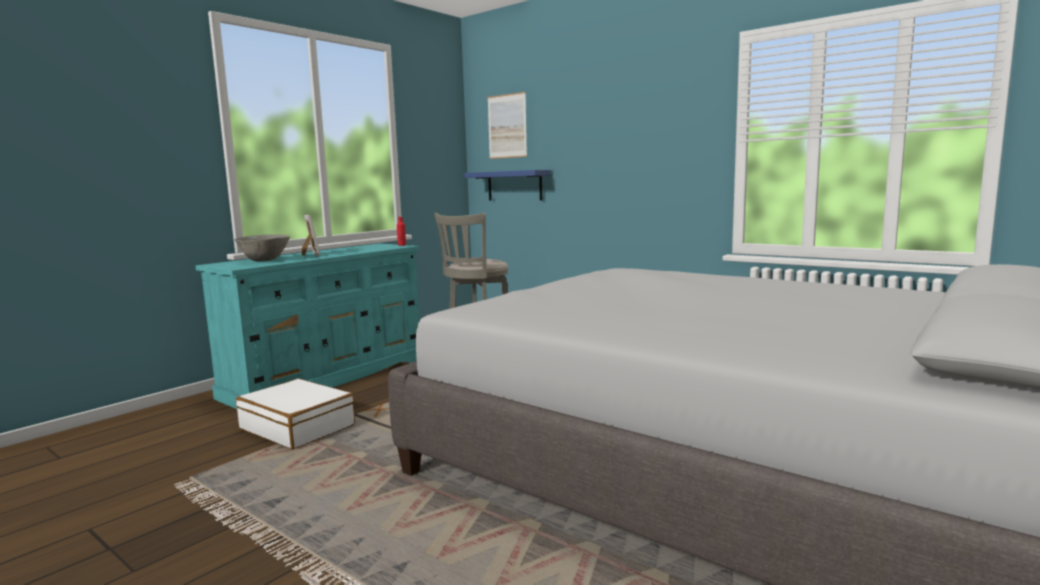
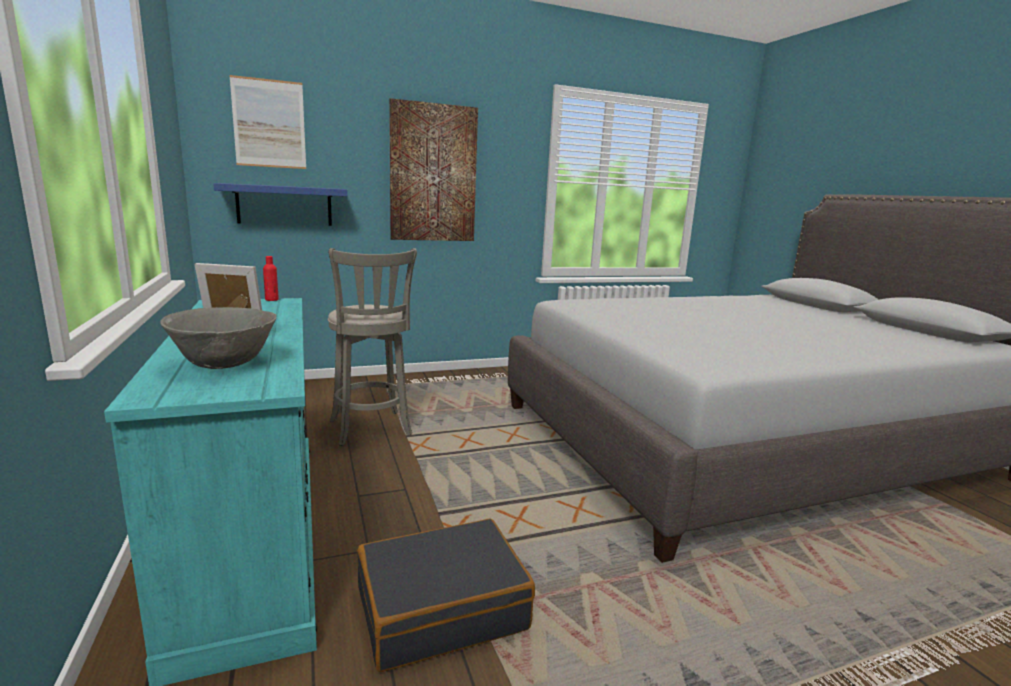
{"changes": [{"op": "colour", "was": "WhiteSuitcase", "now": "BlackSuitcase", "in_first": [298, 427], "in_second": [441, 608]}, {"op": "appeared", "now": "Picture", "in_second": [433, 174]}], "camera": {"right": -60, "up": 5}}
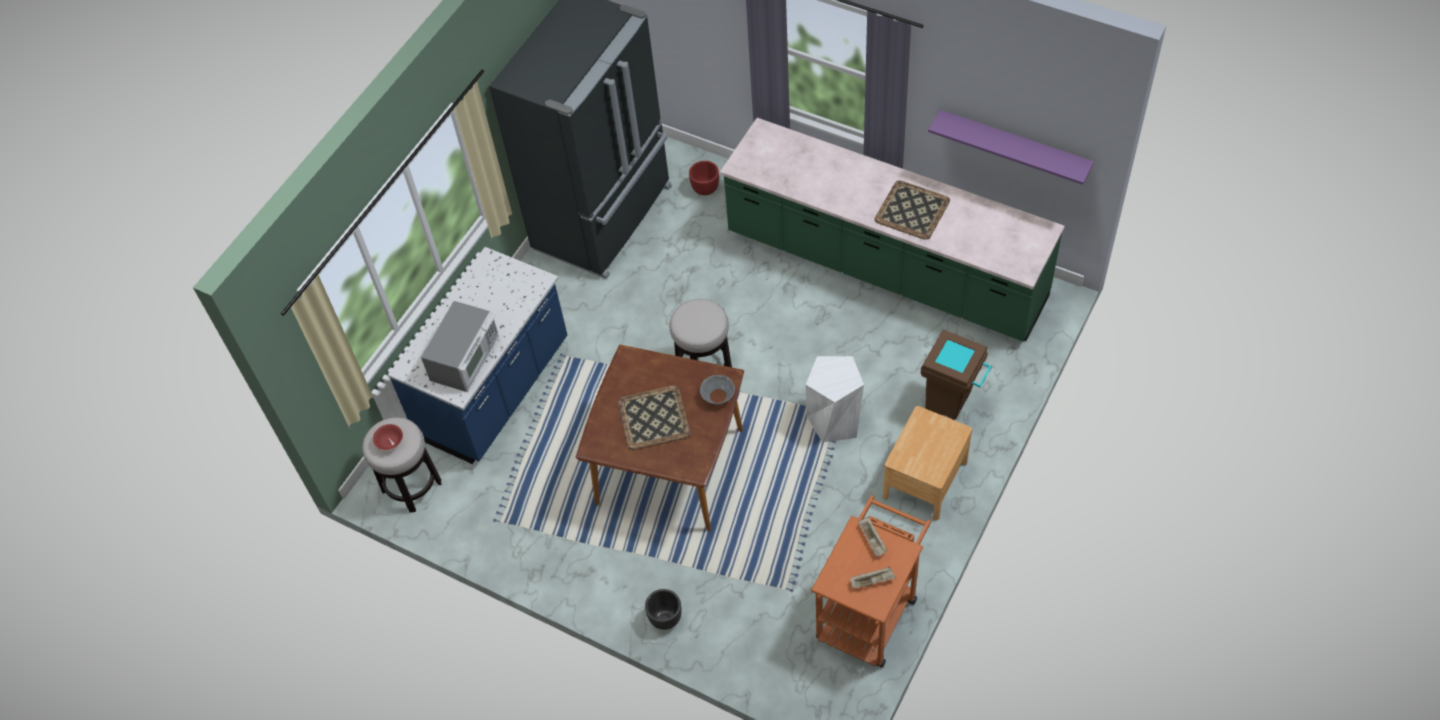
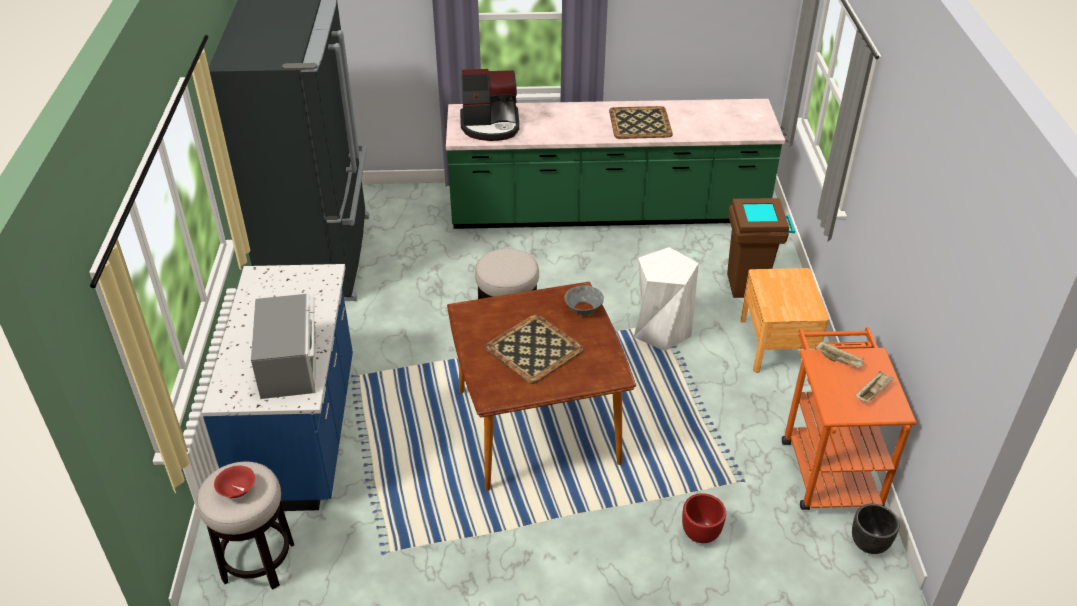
{"changes": [{"op": "missing", "was": "PurpleShelf", "in_first": [1014, 146]}, {"op": "relocated", "was": "RedPlanter", "in_first": [705, 189], "in_second": [700, 533]}, {"op": "relocated", "was": "BlackPlanter", "in_first": [665, 618], "in_second": [868, 544]}, {"op": "appeared", "now": "CoffeeMachine", "in_second": [490, 126]}], "camera": {"right": -35, "up": -15}}
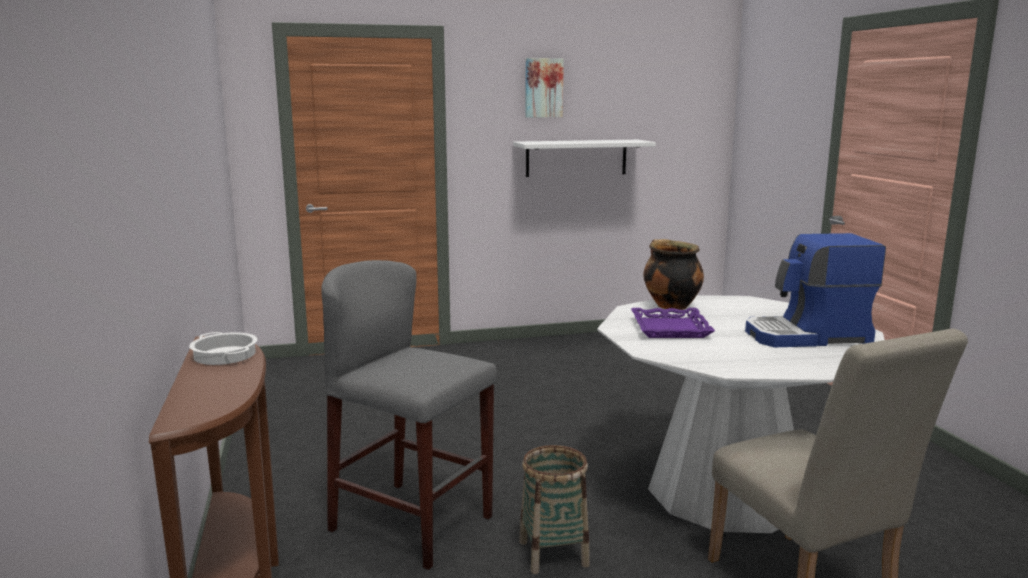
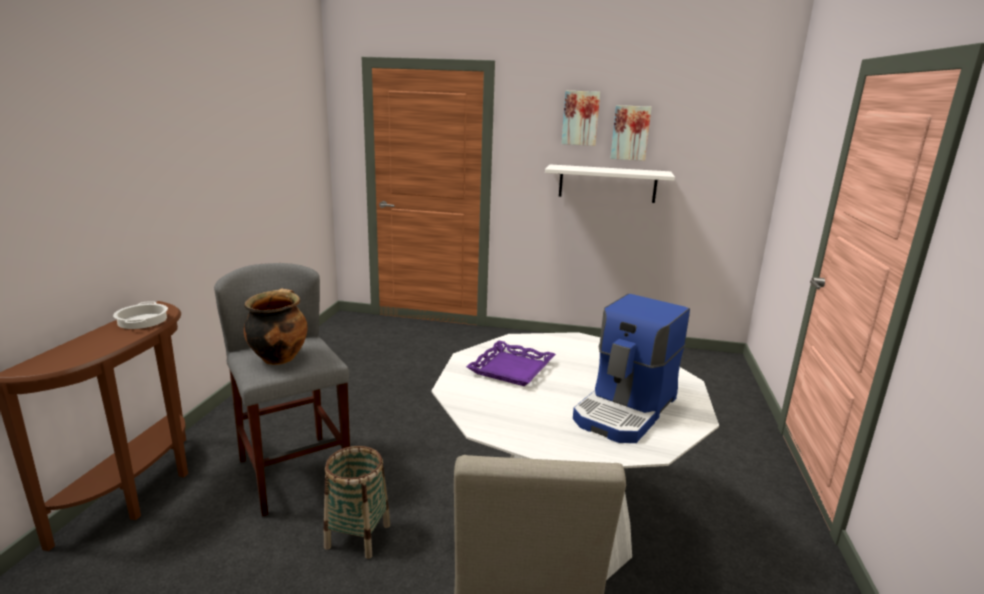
{"changes": [{"op": "spun", "was": "CoffeeMachine", "in_first": [807, 336], "in_second": [626, 410], "clockwise": -75}, {"op": "relocated", "was": "CookingPot", "in_first": [670, 306], "in_second": [279, 357]}, {"op": "appeared", "now": "Picture", "in_second": [630, 132]}], "camera": {"right": 25, "up": 5}}
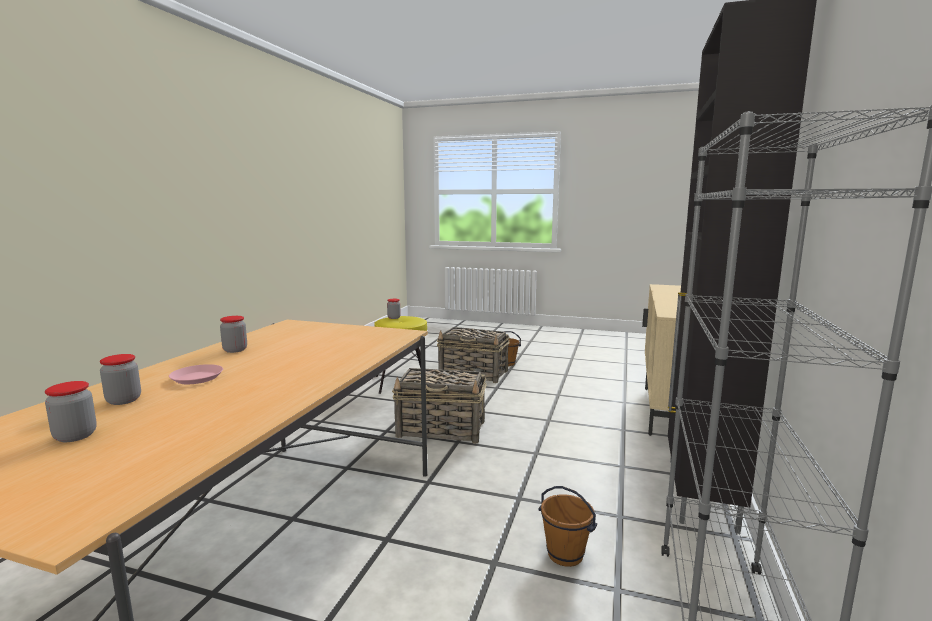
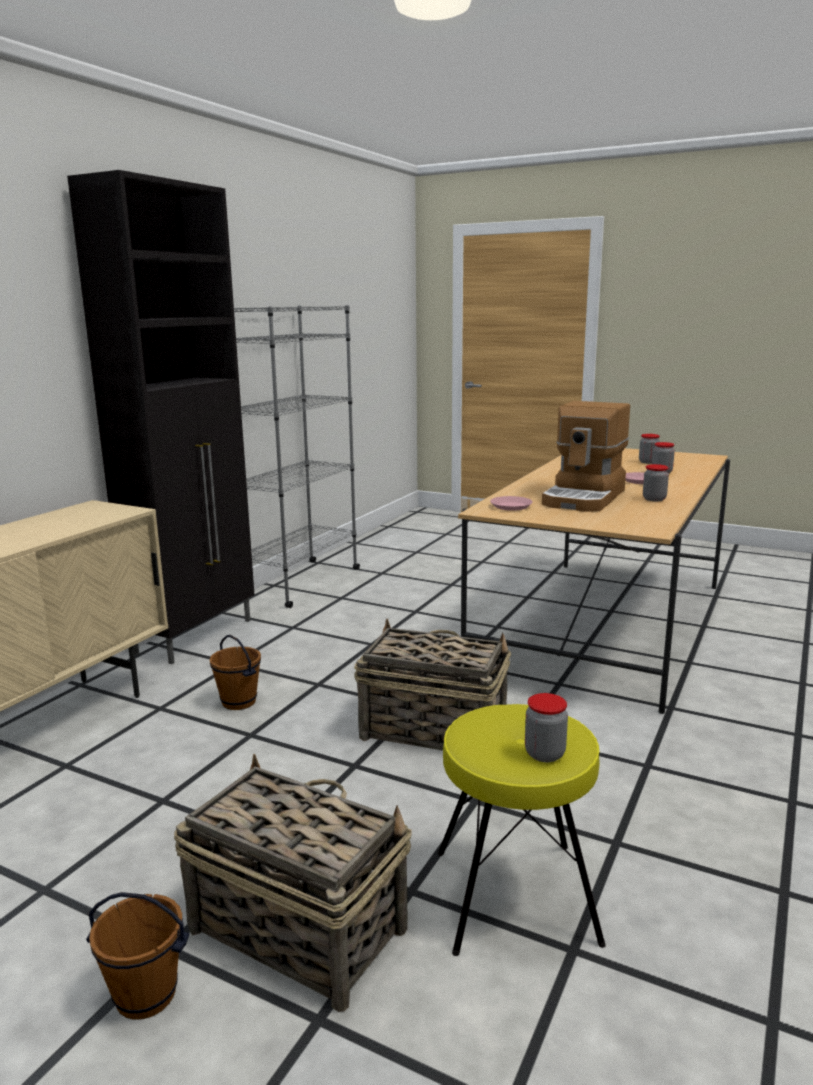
{"changes": [{"op": "relocated", "was": "BrownBucket", "in_first": [565, 554], "in_second": [238, 702]}, {"op": "appeared", "now": "CoffeeMachine", "in_second": [585, 498]}, {"op": "appeared", "now": "PinkPlate", "in_second": [510, 506]}], "camera": {"right": -170, "up": 5}}
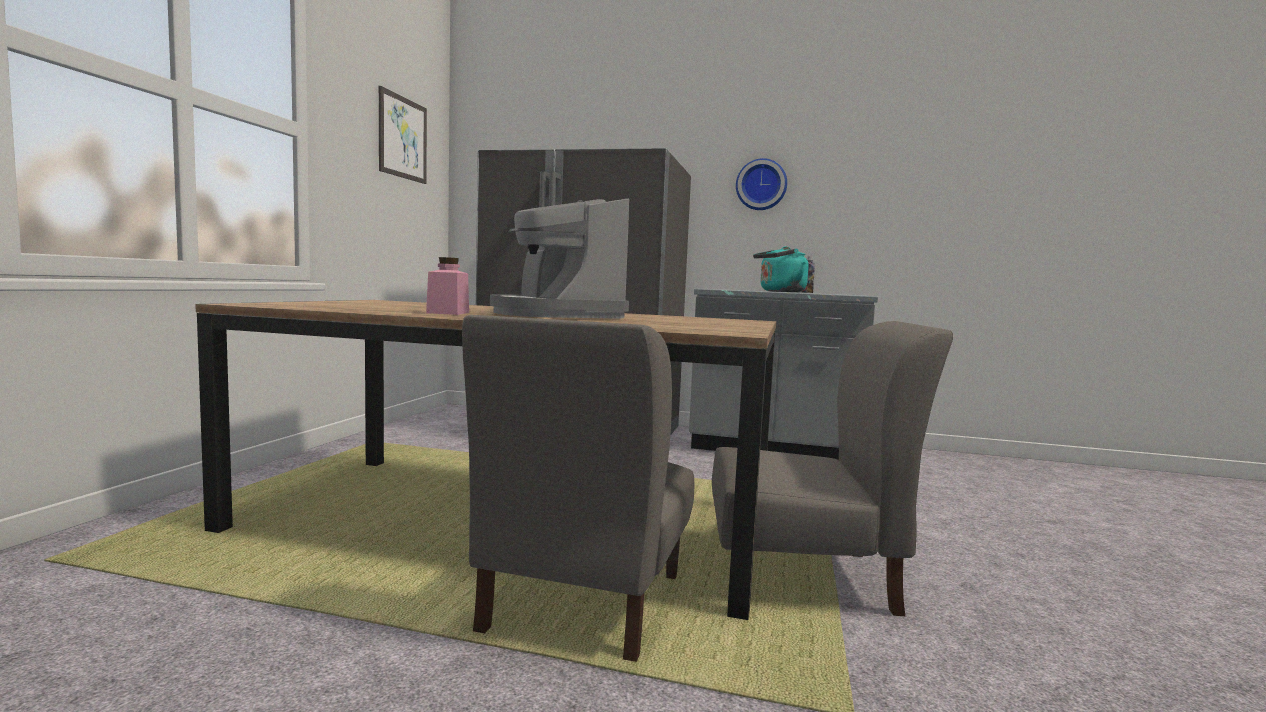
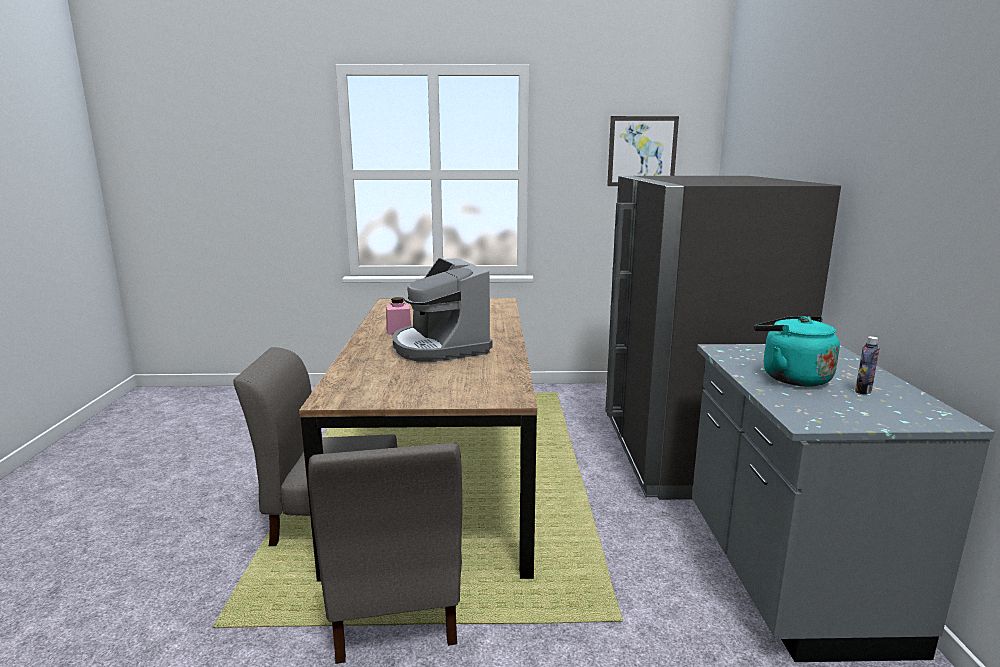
{"changes": [{"op": "missing", "was": "WallClock", "in_first": [761, 185]}, {"op": "spun", "was": "CoffeeMachine", "in_first": [555, 314], "in_second": [440, 347], "clockwise": -75}], "camera": {"right": 75, "up": 10}}
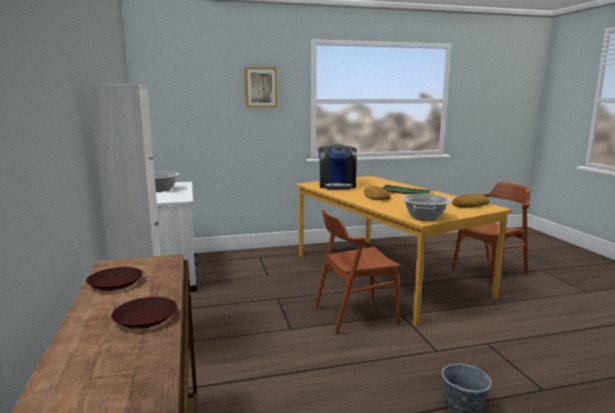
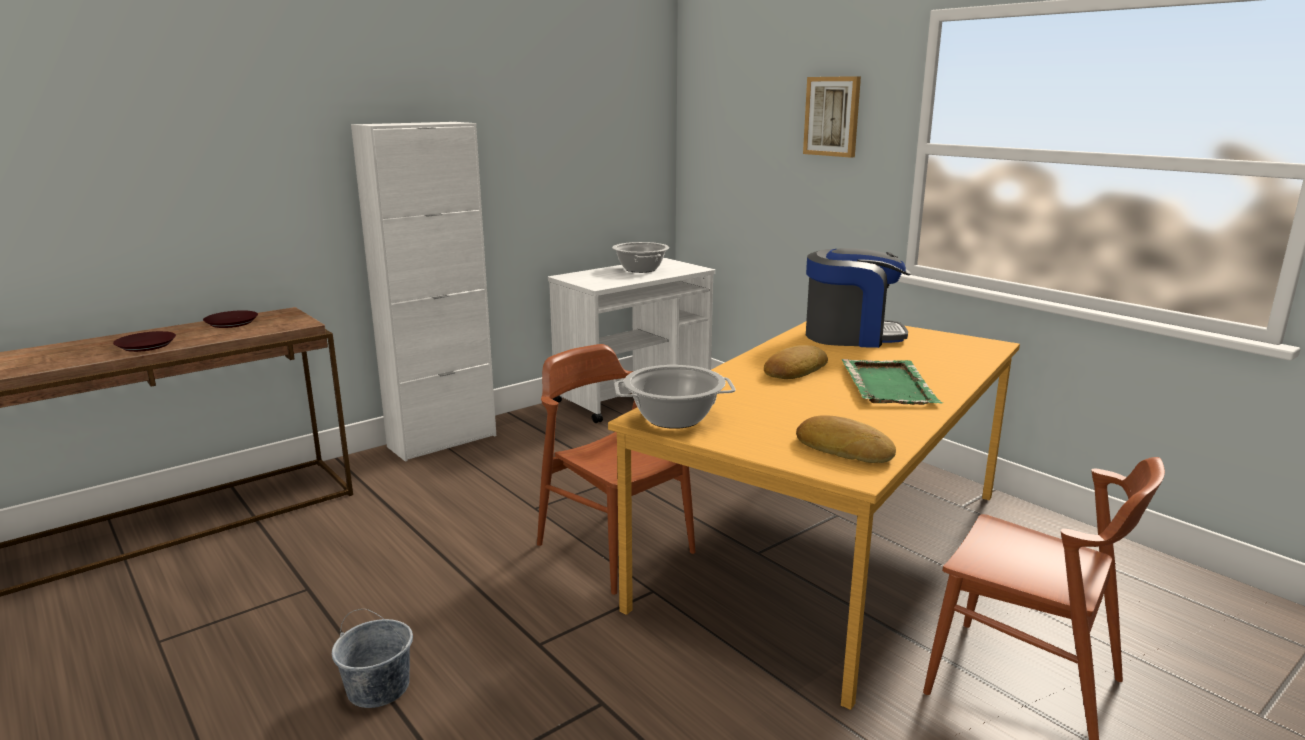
{"changes": [{"op": "spun", "was": "CoffeeMachine", "in_first": [337, 186], "in_second": [851, 336], "clockwise": -150}], "camera": {"right": 65, "up": 5}}
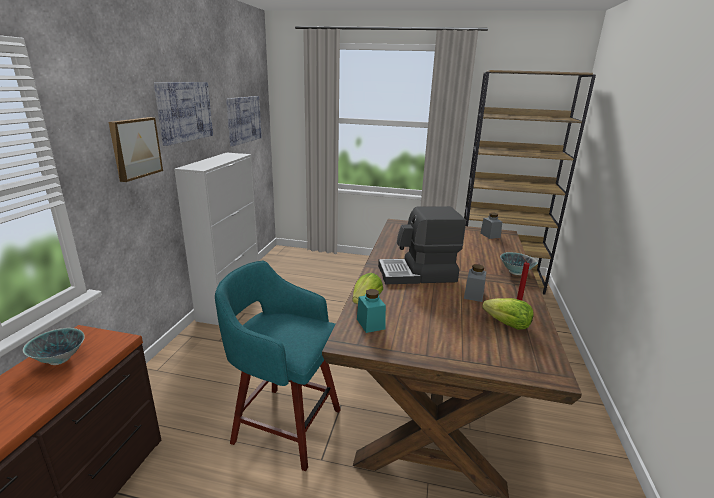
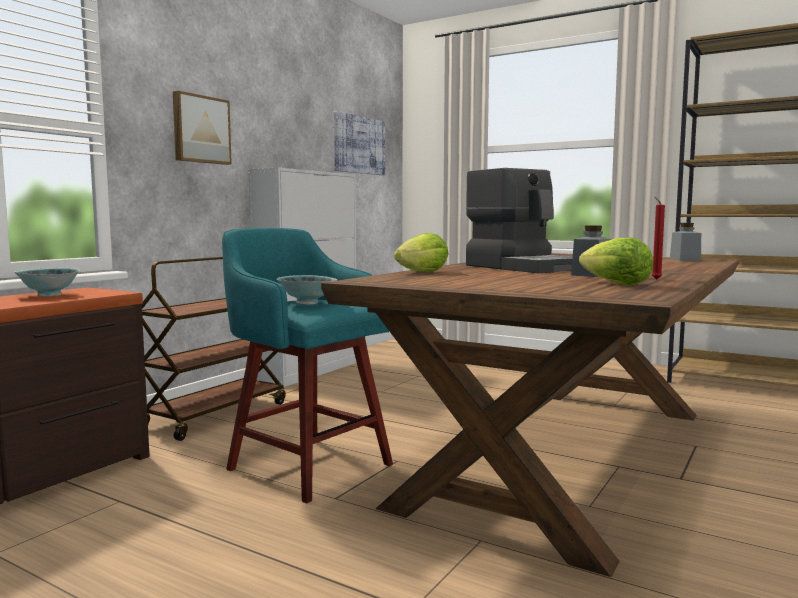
{"changes": [{"op": "missing", "was": "Picture", "in_first": [184, 111]}, {"op": "spun", "was": "CoffeeMachine", "in_first": [417, 274], "in_second": [523, 267], "clockwise": -135}, {"op": "relocated", "was": "Bowl", "in_first": [515, 273], "in_second": [307, 303]}, {"op": "missing", "was": "TurquoiseJar", "in_first": [370, 324]}, {"op": "appeared", "now": "BrownCart", "in_second": [216, 415]}], "camera": {"right": 20, "up": -15}}
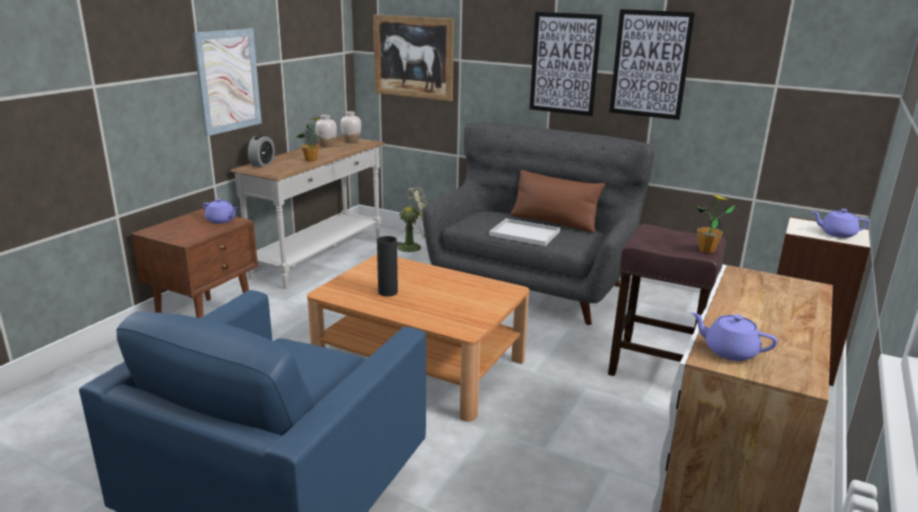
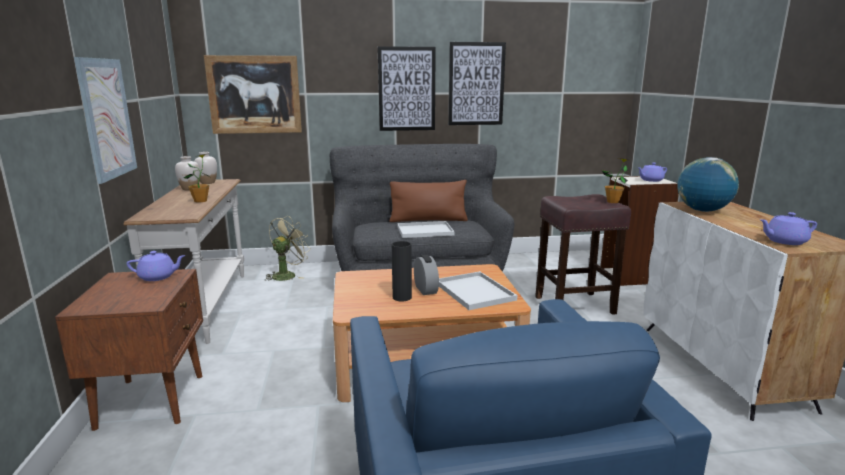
{"changes": [{"op": "relocated", "was": "AlarmClock", "in_first": [262, 164], "in_second": [425, 289]}, {"op": "appeared", "now": "Globe", "in_second": [702, 211]}, {"op": "appeared", "now": "WhiteTray", "in_second": [473, 291]}], "camera": {"right": -35, "up": -5}}
